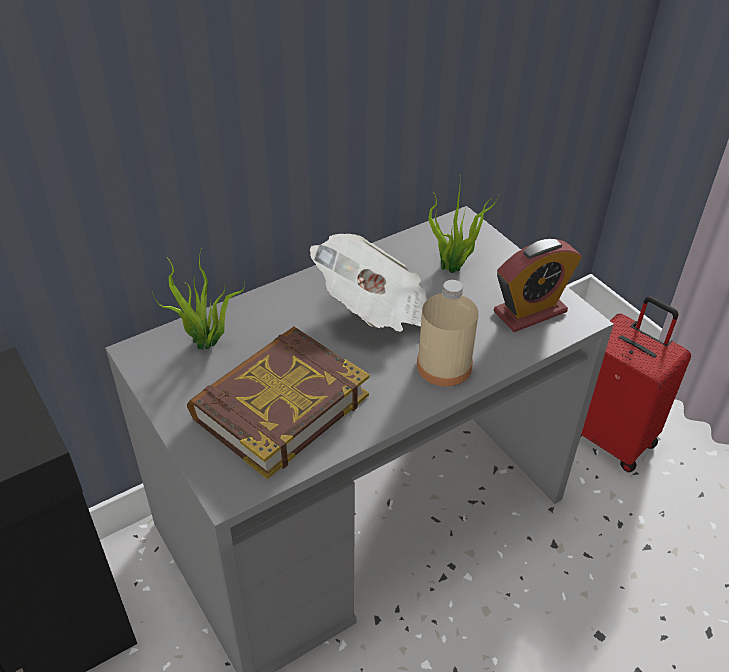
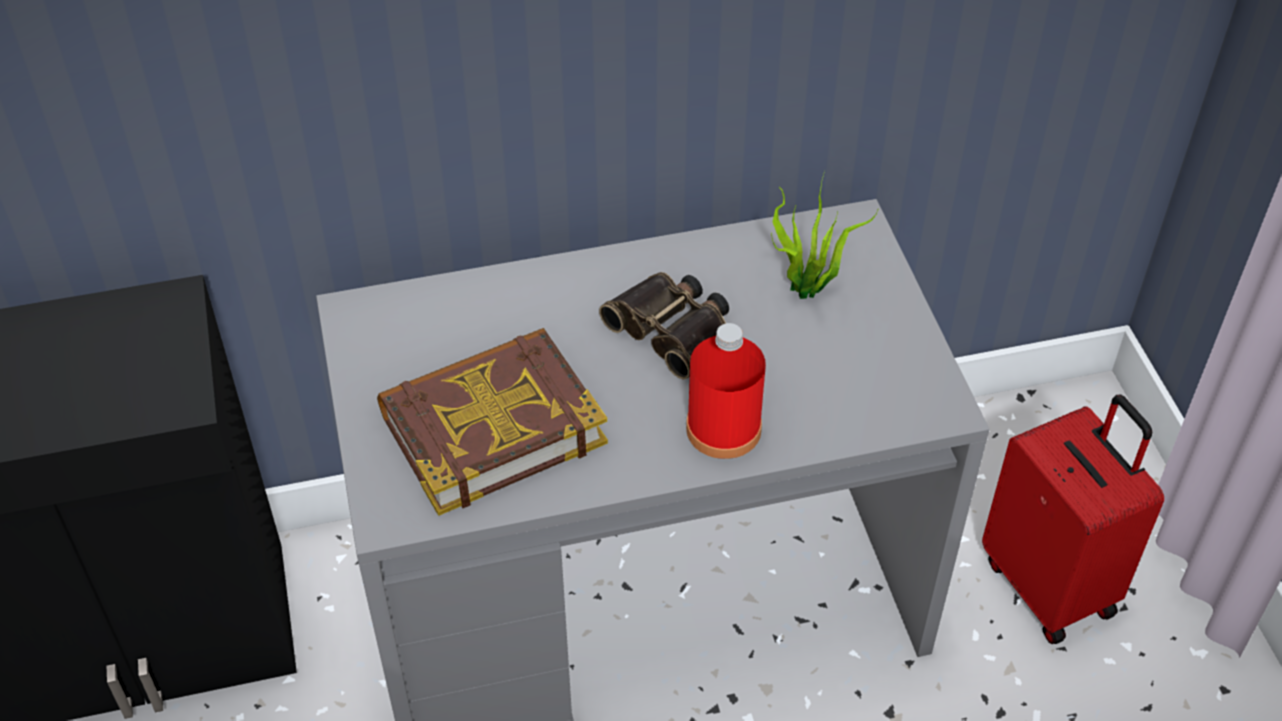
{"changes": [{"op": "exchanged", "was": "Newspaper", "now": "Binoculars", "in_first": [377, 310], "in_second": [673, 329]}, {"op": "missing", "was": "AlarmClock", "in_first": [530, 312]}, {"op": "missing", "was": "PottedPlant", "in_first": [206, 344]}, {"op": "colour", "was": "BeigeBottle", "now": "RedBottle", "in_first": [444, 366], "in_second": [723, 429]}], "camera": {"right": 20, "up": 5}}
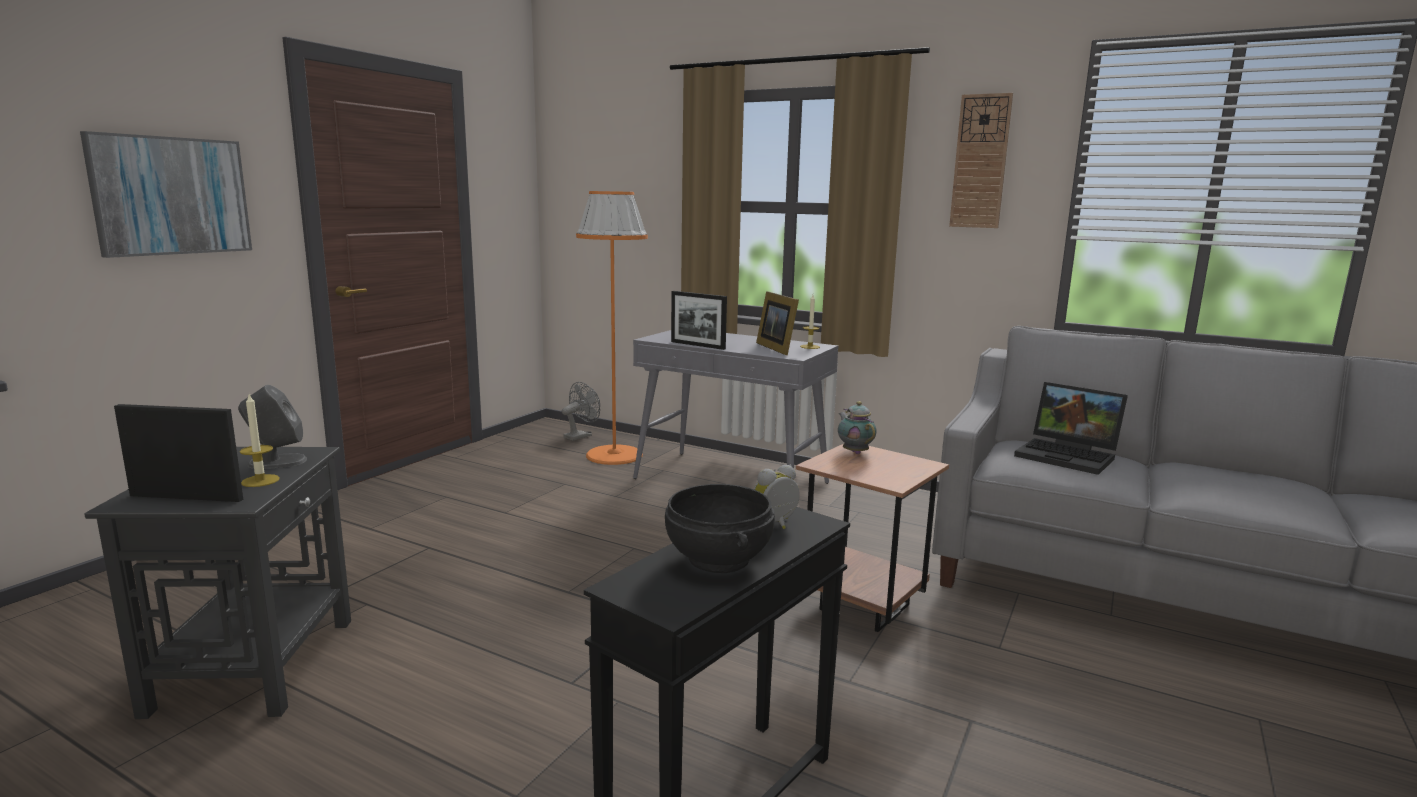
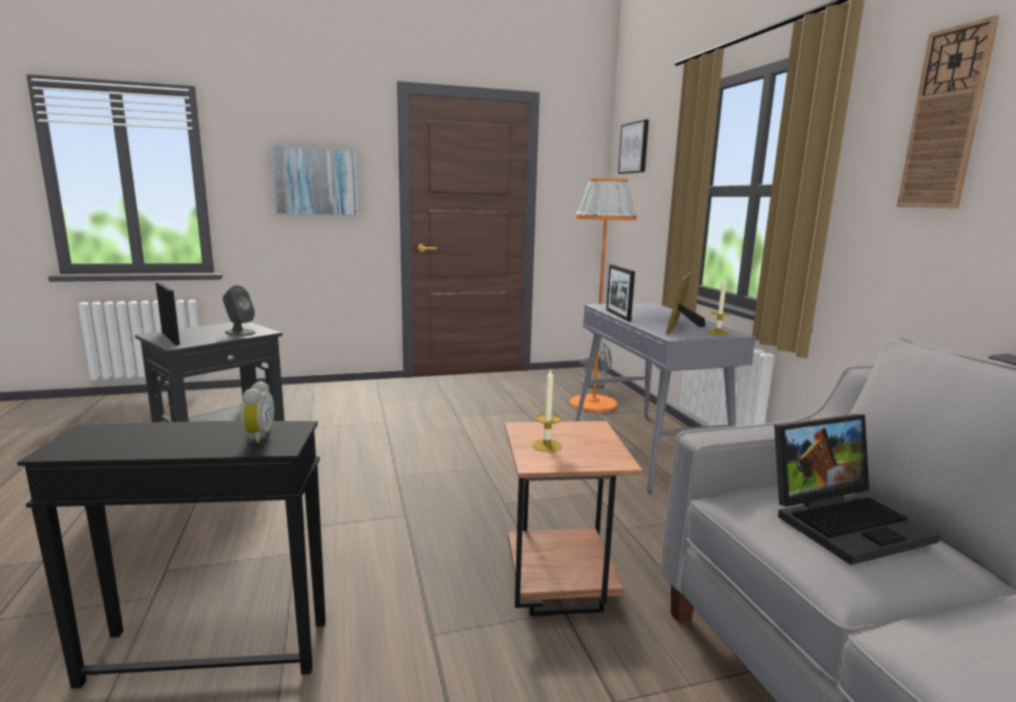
{"changes": [{"op": "spun", "was": "Laptop", "in_first": [1069, 456], "in_second": [845, 521], "clockwise": -105}, {"op": "relocated", "was": "Candle", "in_first": [260, 481], "in_second": [547, 445]}, {"op": "missing", "was": "Teapot", "in_first": [854, 452]}, {"op": "spun", "was": "AlarmClock", "in_first": [776, 525], "in_second": [257, 436], "clockwise": 75}, {"op": "missing", "was": "BlackBowl", "in_first": [720, 559]}, {"op": "appeared", "now": "Picture", "in_second": [634, 148]}], "camera": {"right": 45, "up": 0}}
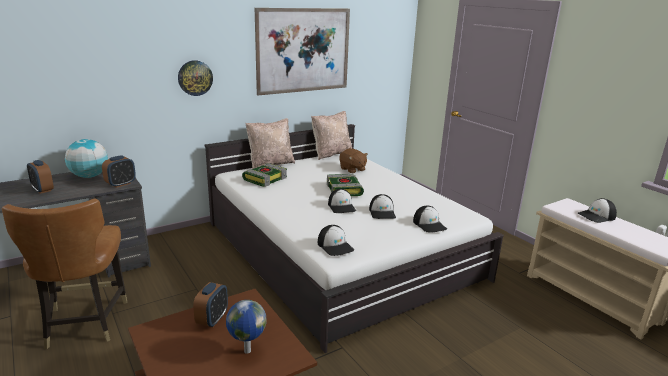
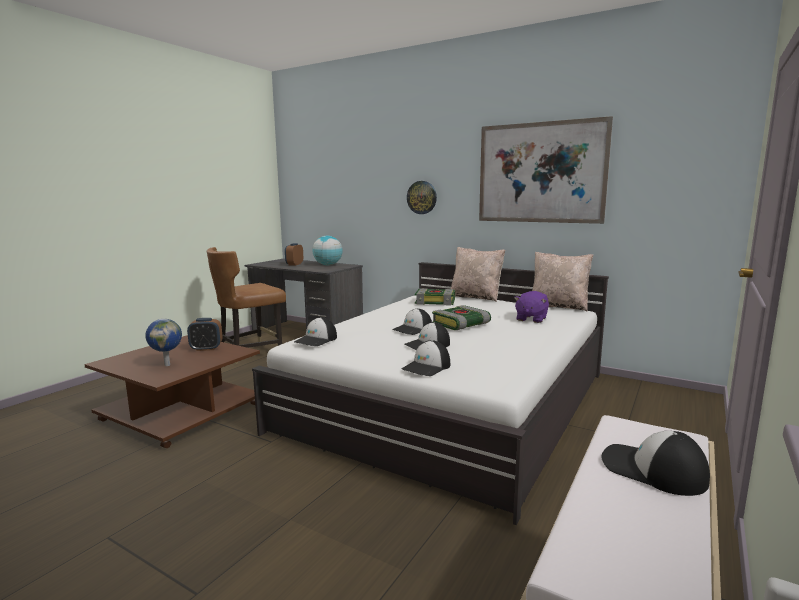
{"changes": [{"op": "colour", "was": "BrownPlushToy", "now": "PurplePlushToy", "in_first": [352, 169], "in_second": [531, 319]}, {"op": "missing", "was": "AlarmClock", "in_first": [121, 184]}], "camera": {"right": 65, "up": -10}}
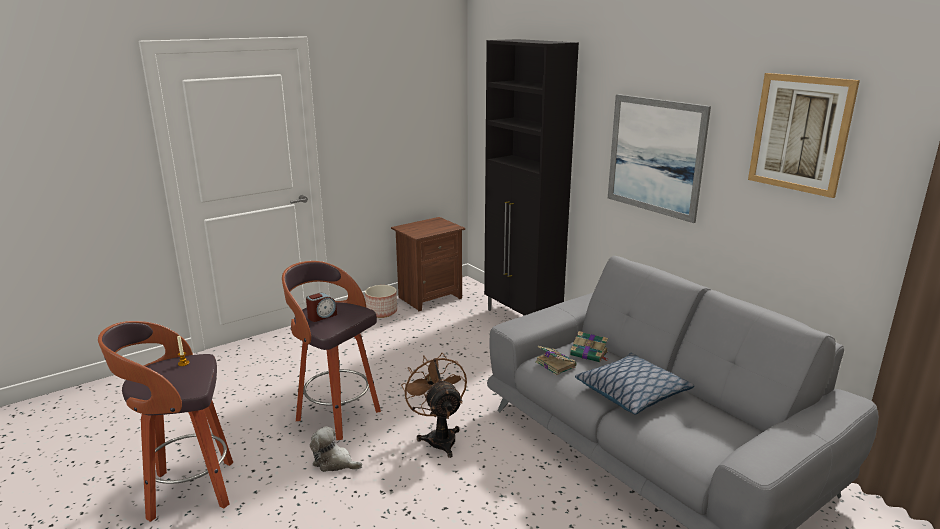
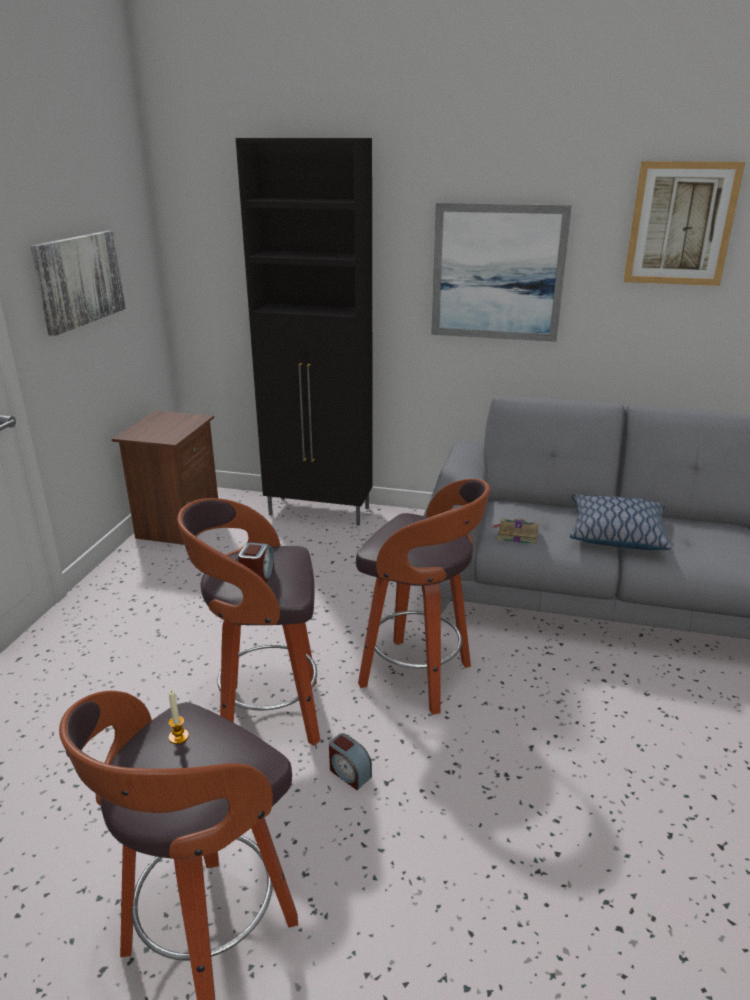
{"changes": [{"op": "missing", "was": "Planter", "in_first": [382, 312]}, {"op": "missing", "was": "Book", "in_first": [589, 354]}, {"op": "exchanged", "was": "BrownFan", "now": "Stool", "in_first": [439, 437], "in_second": [418, 677]}, {"op": "exchanged", "was": "PlushToy", "now": "AlarmClock", "in_first": [334, 462], "in_second": [349, 773]}, {"op": "appeared", "now": "Picture", "in_second": [79, 280]}], "camera": {"right": -40, "up": 5}}
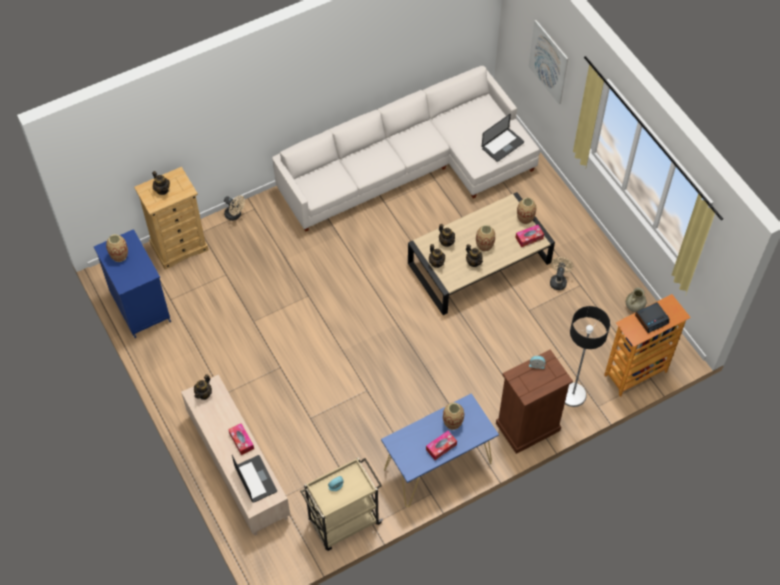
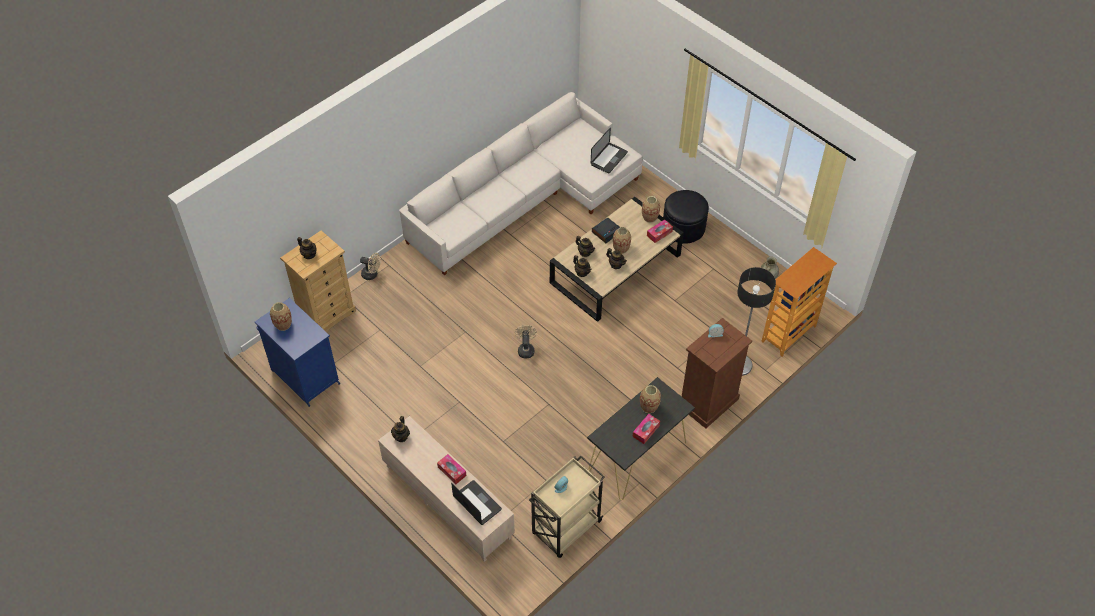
{"changes": [{"op": "missing", "was": "Picture", "in_first": [548, 62]}, {"op": "relocated", "was": "BeigeFan", "in_first": [558, 280], "in_second": [526, 349]}, {"op": "relocated", "was": "AlarmClock", "in_first": [651, 319], "in_second": [606, 232]}, {"op": "colour", "was": "BlueConsoleTable", "now": "BlackConsoleTable", "in_first": [437, 466], "in_second": [637, 456]}, {"op": "appeared", "now": "BlackOttoman", "in_second": [683, 227]}], "camera": {"right": -15, "up": -5}}
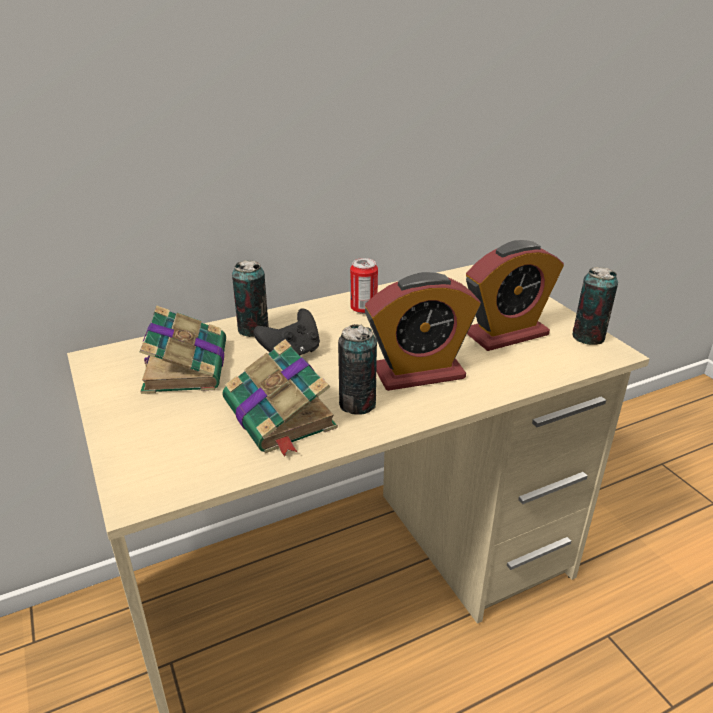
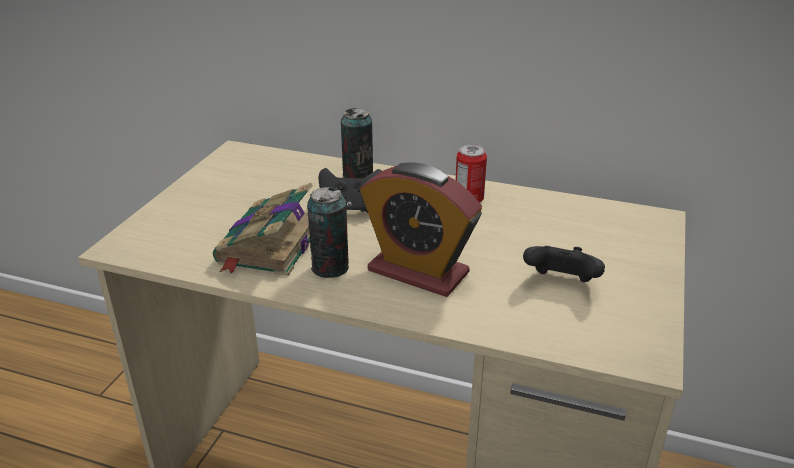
{"changes": [{"op": "exchanged", "was": "AlarmClock", "now": "BlackGameController", "in_first": [506, 334], "in_second": [561, 283]}, {"op": "missing", "was": "Can", "in_first": [588, 337]}, {"op": "missing", "was": "Book", "in_first": [186, 365]}], "camera": {"right": 45, "up": 0}}
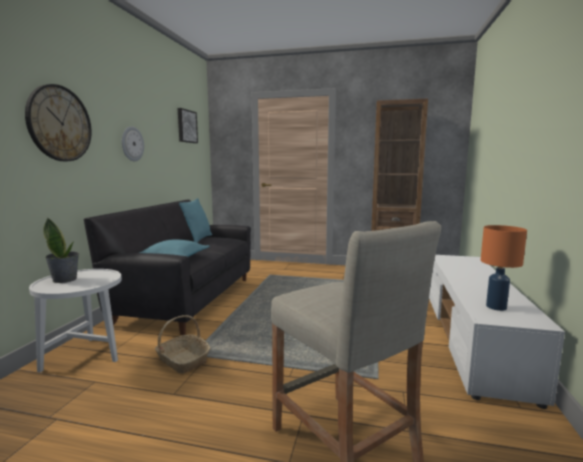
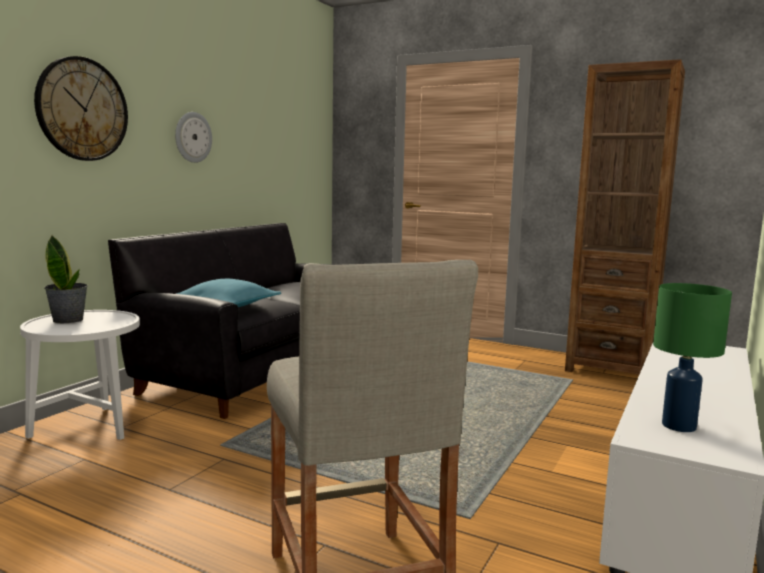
{"changes": [{"op": "missing", "was": "Picture", "in_first": [186, 126]}, {"op": "missing", "was": "TurquoisePillow", "in_first": [198, 239]}, {"op": "colour", "was": "OrangeTableLamp", "now": "GreenTableLamp", "in_first": [497, 307], "in_second": [680, 426]}, {"op": "missing", "was": "Basket", "in_first": [182, 360]}], "camera": {"right": 15, "up": 0}}
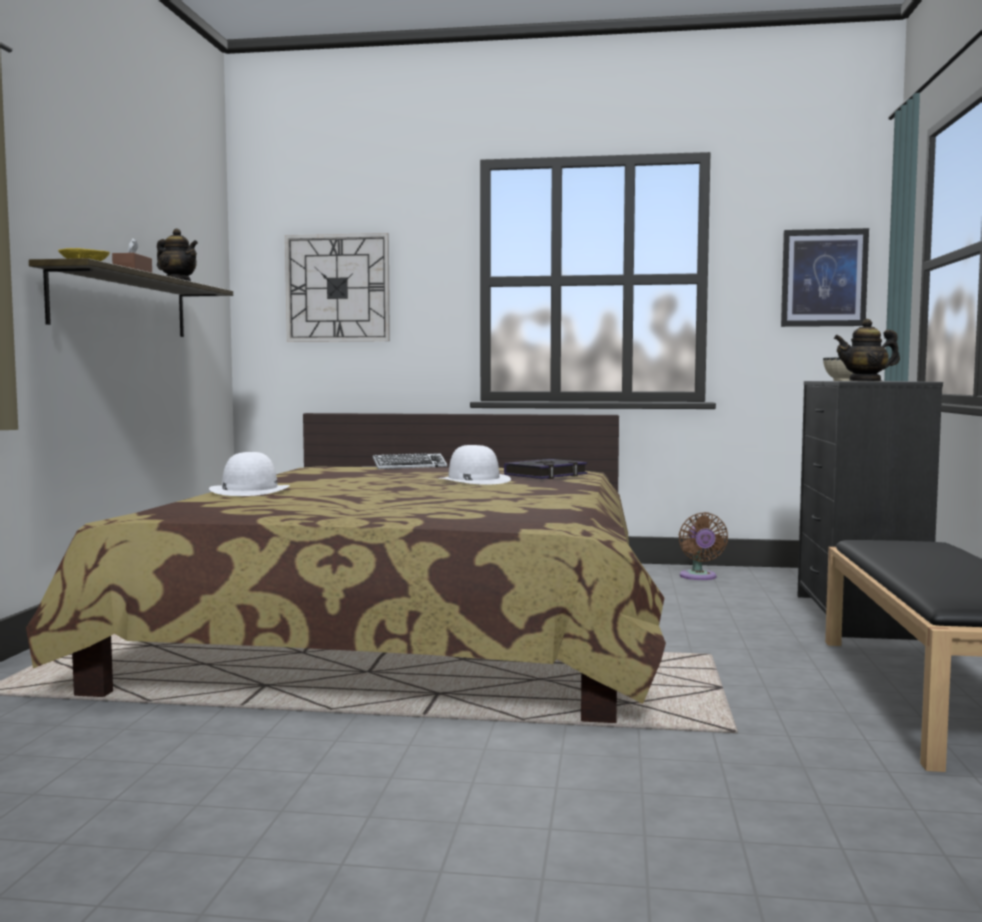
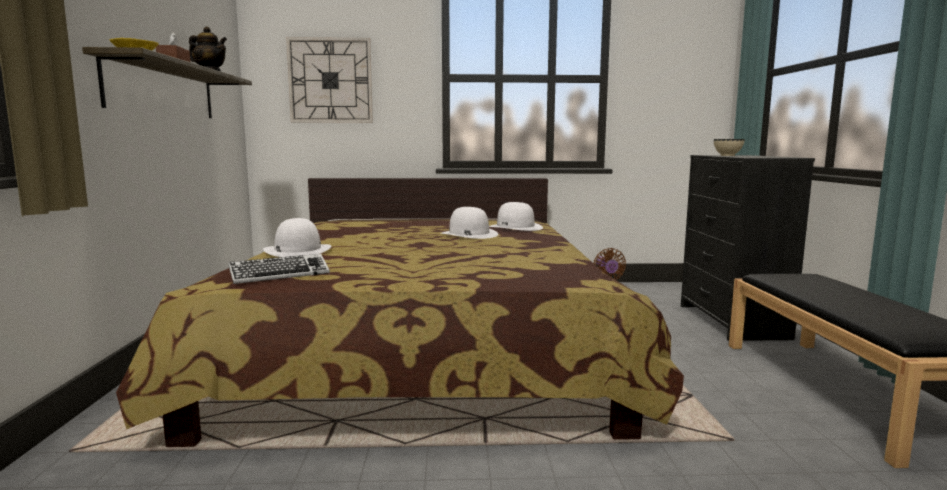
{"changes": [{"op": "missing", "was": "Picture", "in_first": [824, 278]}, {"op": "missing", "was": "Teapot", "in_first": [865, 381]}, {"op": "relocated", "was": "Keyboard", "in_first": [409, 466], "in_second": [280, 275]}, {"op": "exchanged", "was": "Book", "now": "WhiteHat", "in_first": [546, 475], "in_second": [515, 227]}], "camera": {"right": -10, "up": 5}}
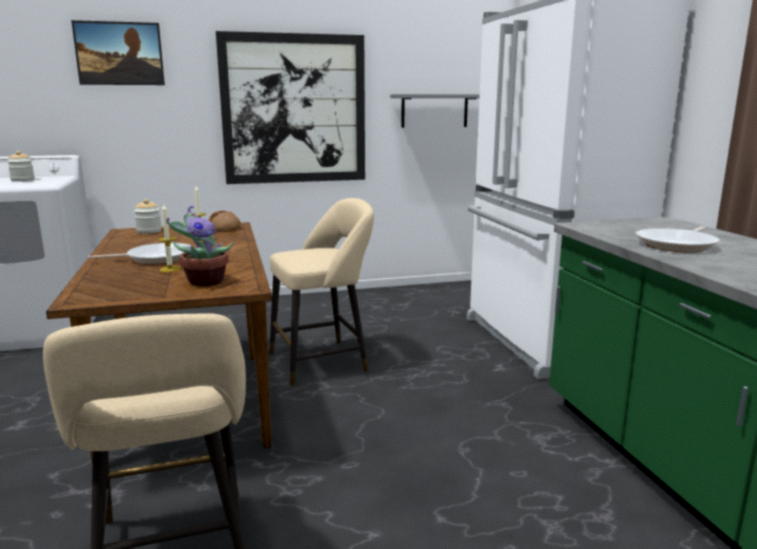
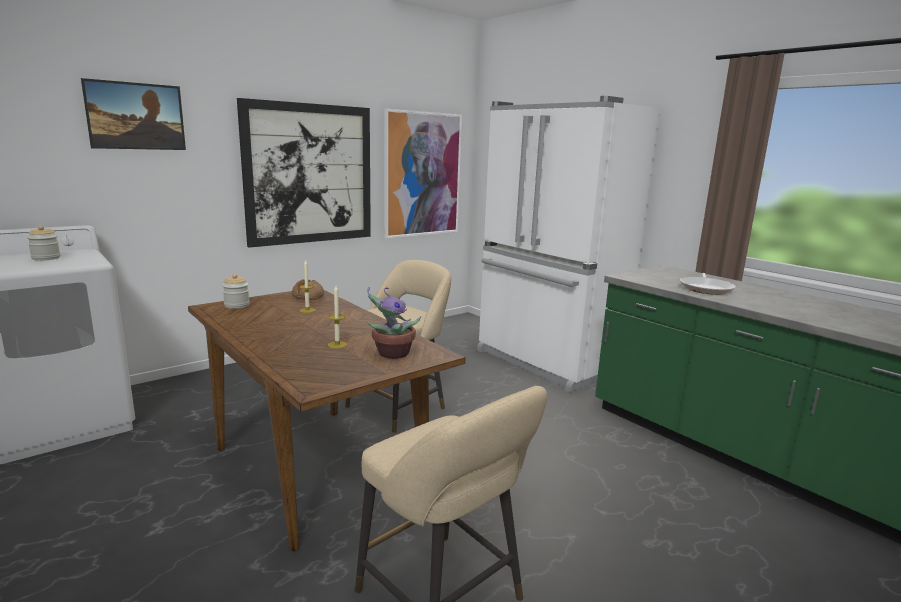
{"changes": [{"op": "exchanged", "was": "GreyShelf", "now": "Picture", "in_first": [434, 110], "in_second": [422, 174]}, {"op": "missing", "was": "FryingPan", "in_first": [156, 258]}], "camera": {"right": -25, "up": 0}}
